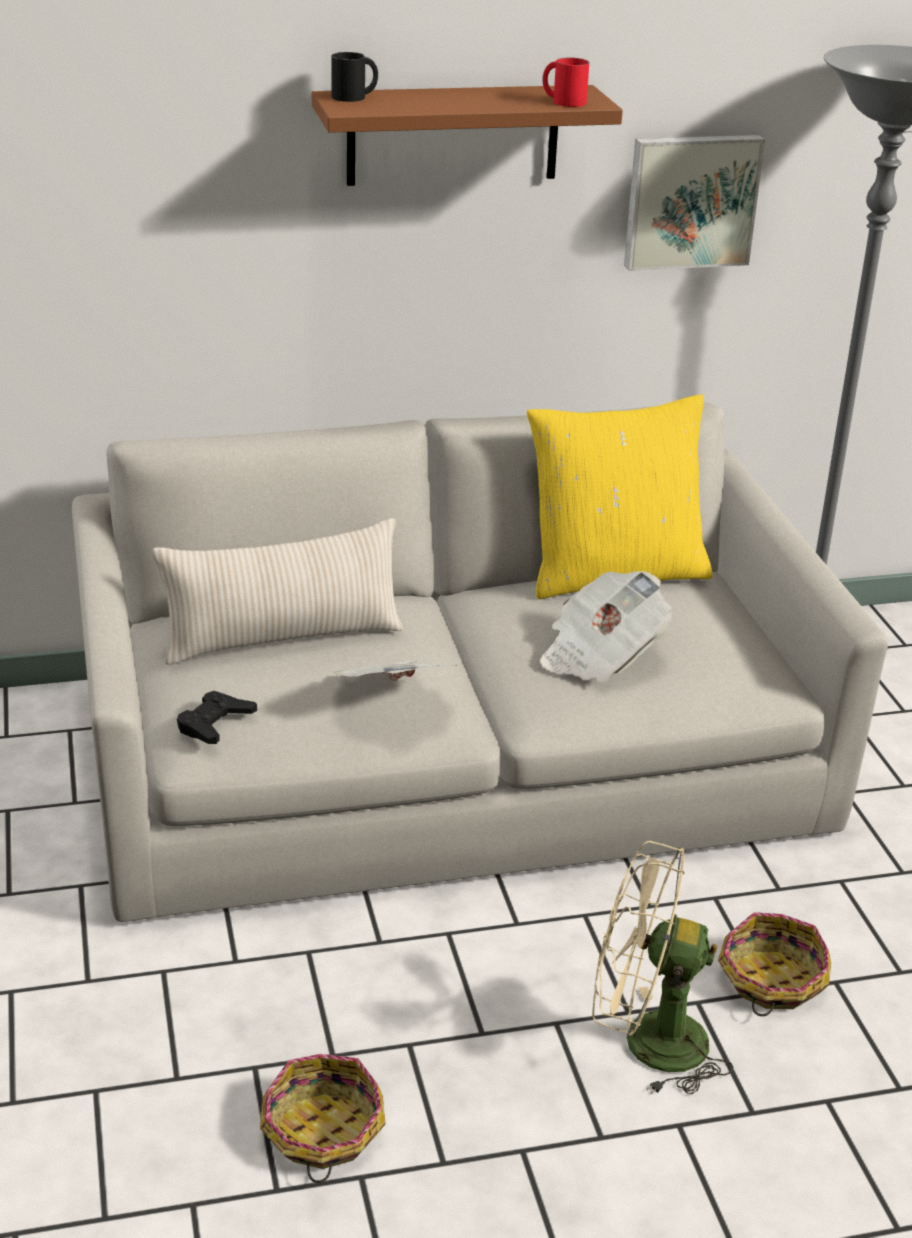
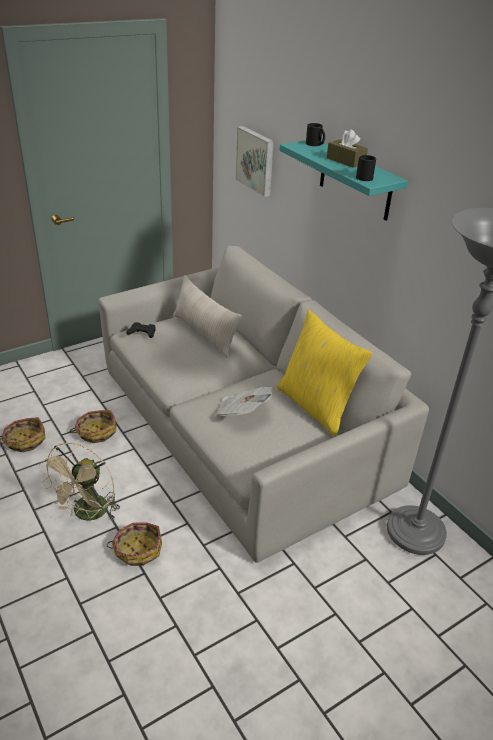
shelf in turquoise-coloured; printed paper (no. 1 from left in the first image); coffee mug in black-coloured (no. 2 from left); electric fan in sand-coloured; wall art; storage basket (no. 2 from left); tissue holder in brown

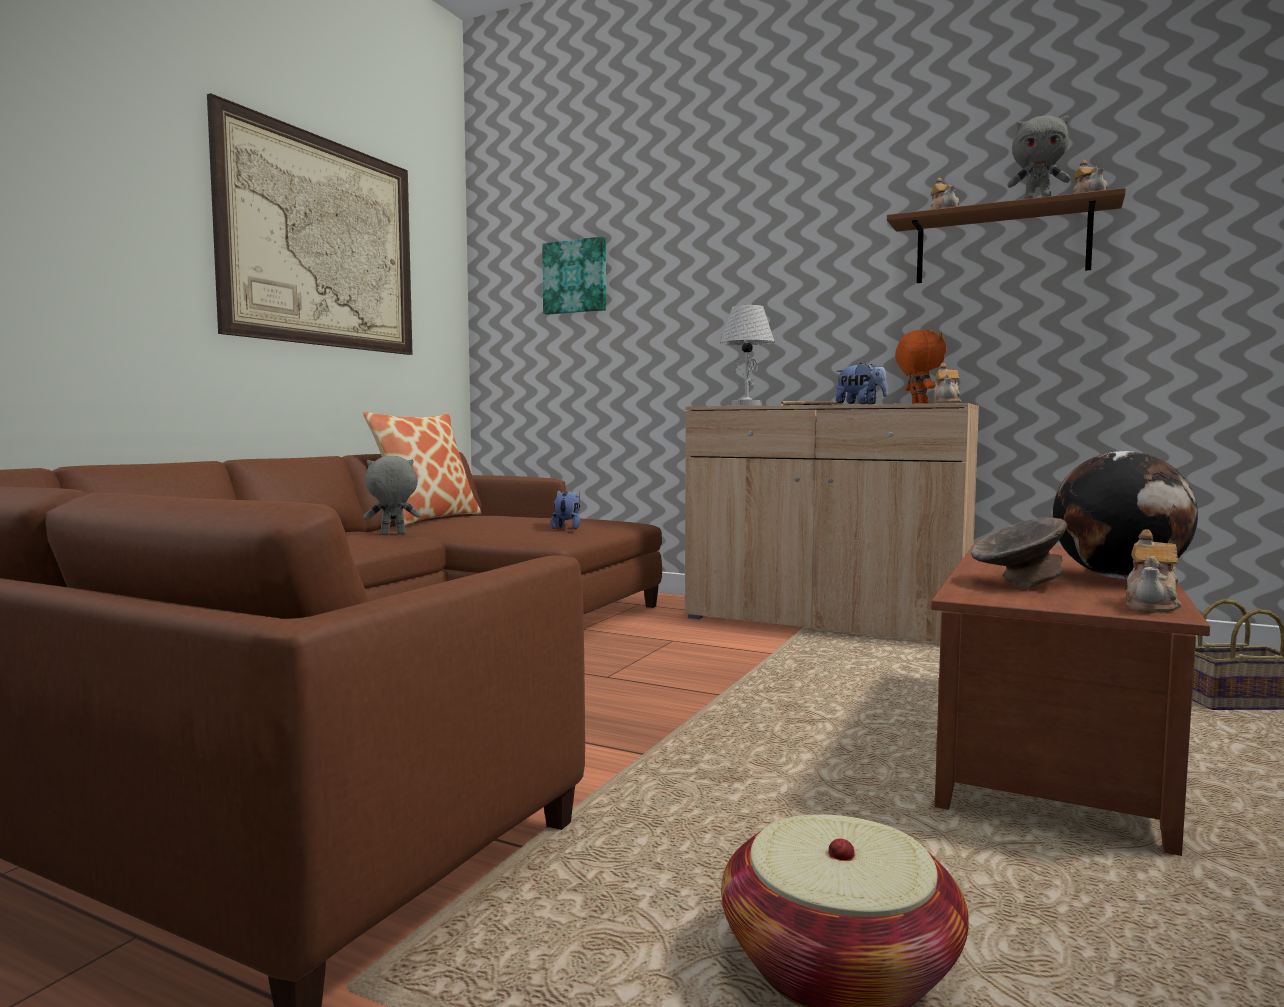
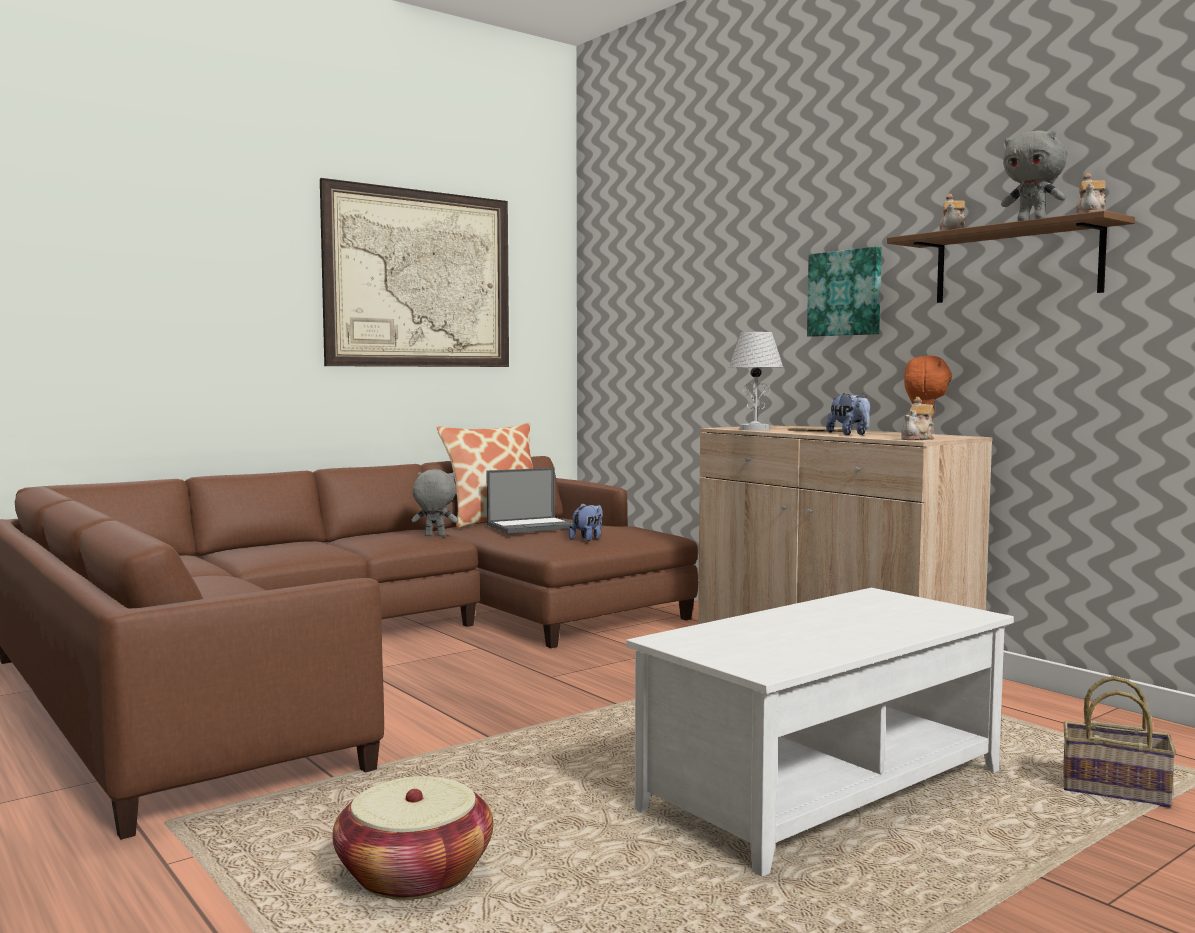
wall art (no. 2 from left); lounge table in white-coloured; serving bowl in grey; globe; pot for tea (no. 4 from left in the first image); notebook computer

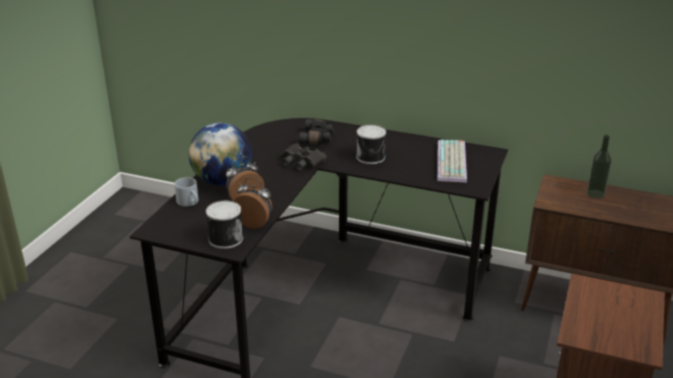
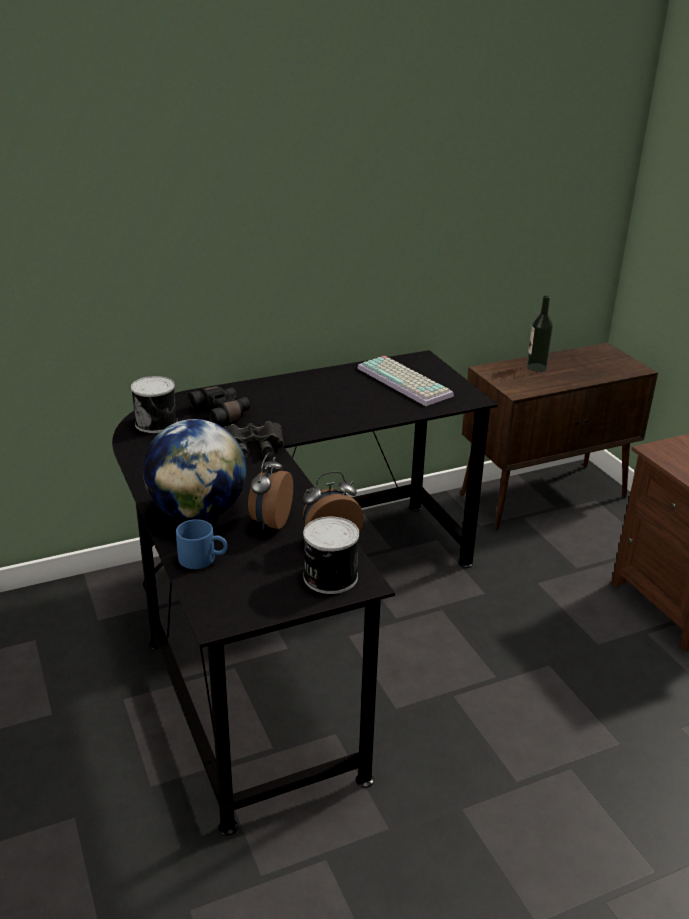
coffee mug in bluish; metal can (no. 1 from left)

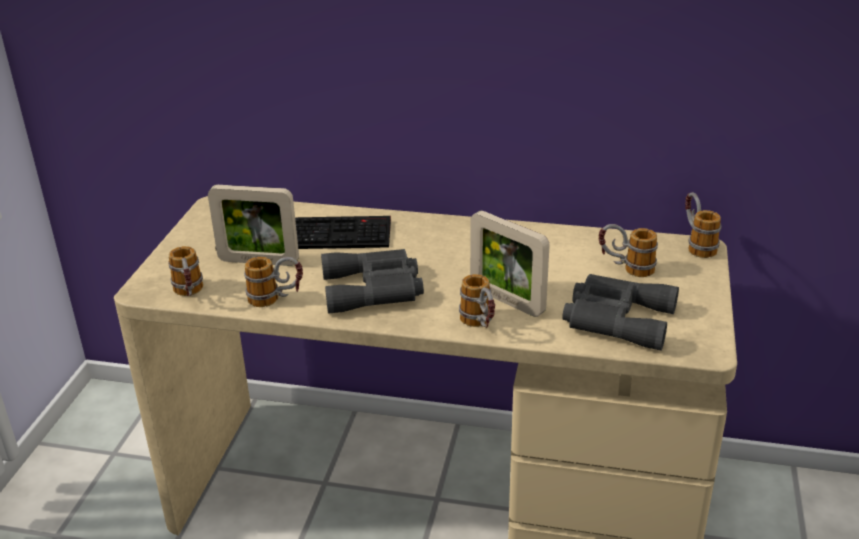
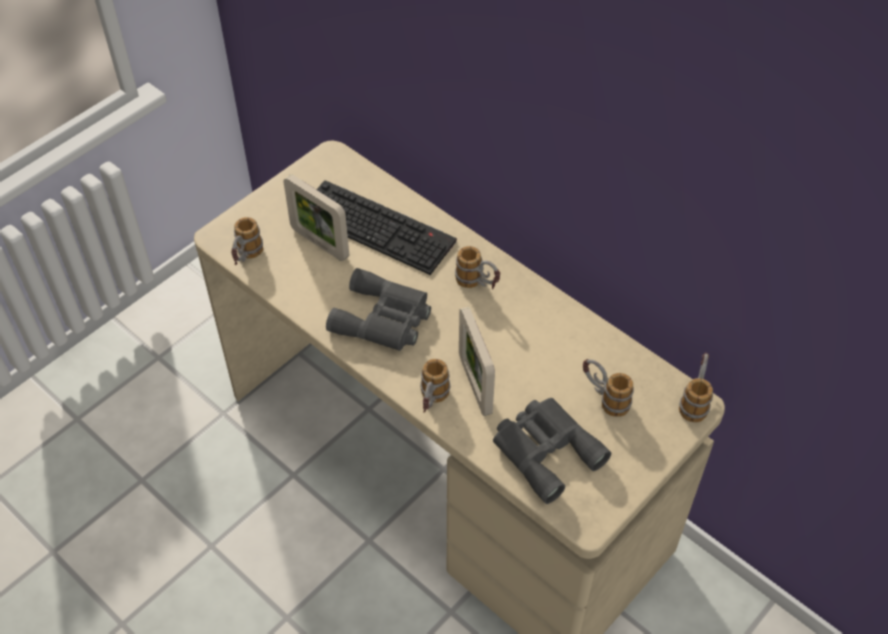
coffee mug (no. 3 from left)

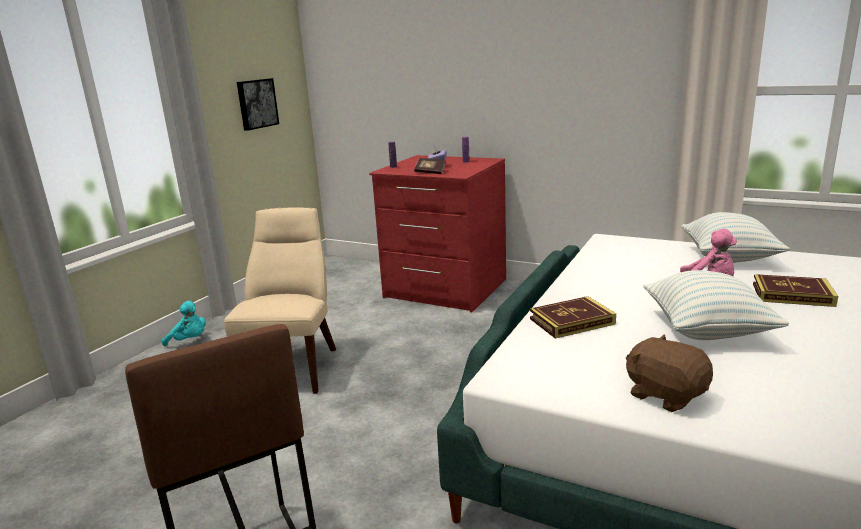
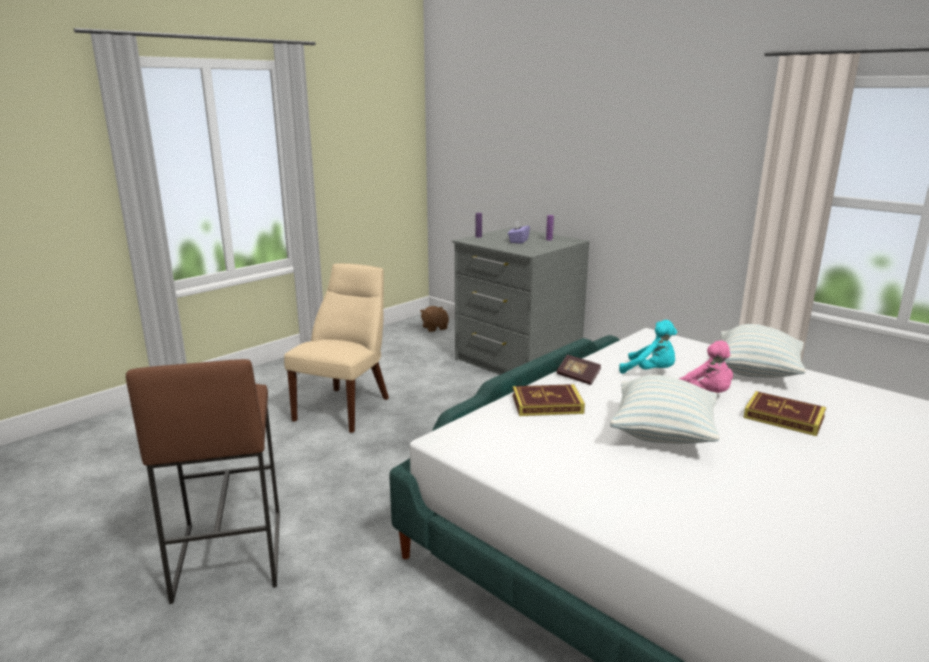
plush toy in turquoise-coloured; wall art; chest of drawers in grey; book (no. 2 from left); plush toy in brown

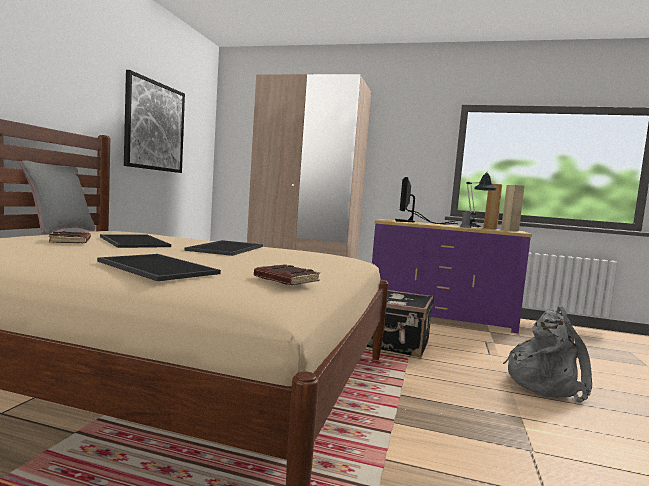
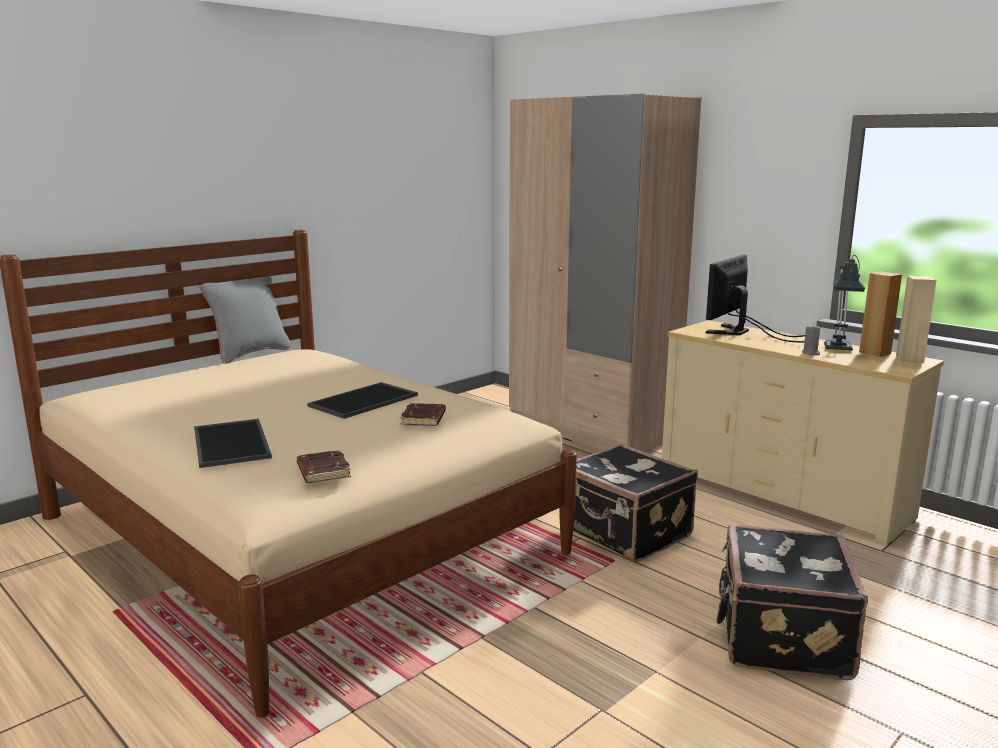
book in brown (no. 2 from left); carrying tray (no. 1 from left in the first image); wall art; chest of drawers in sand-coloured; travel case in black-coloured (no. 2 from left)

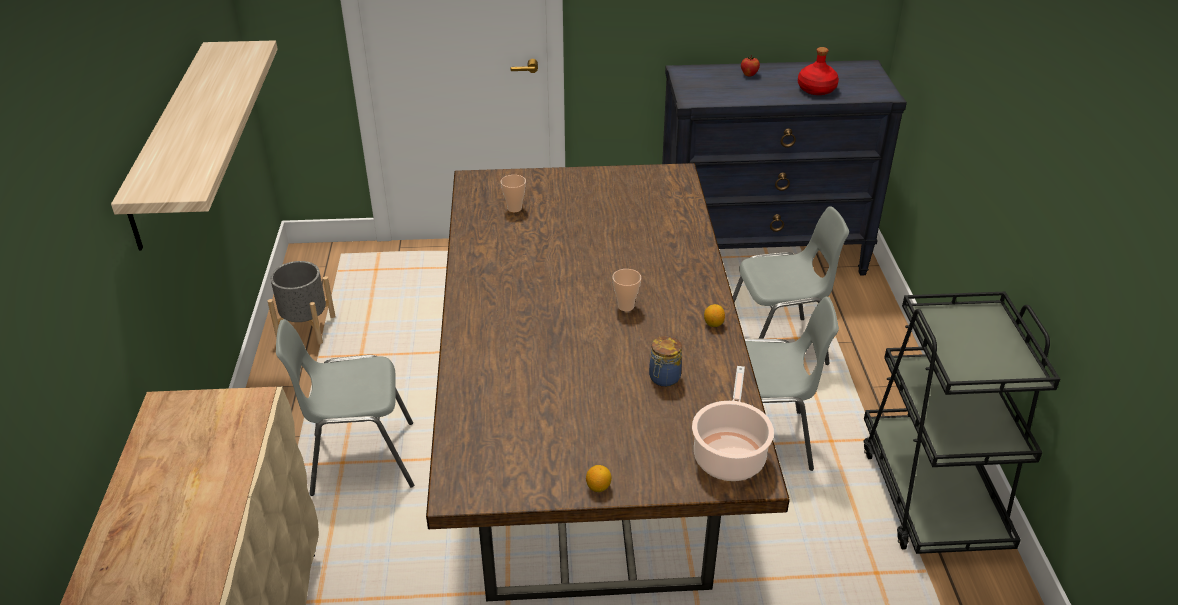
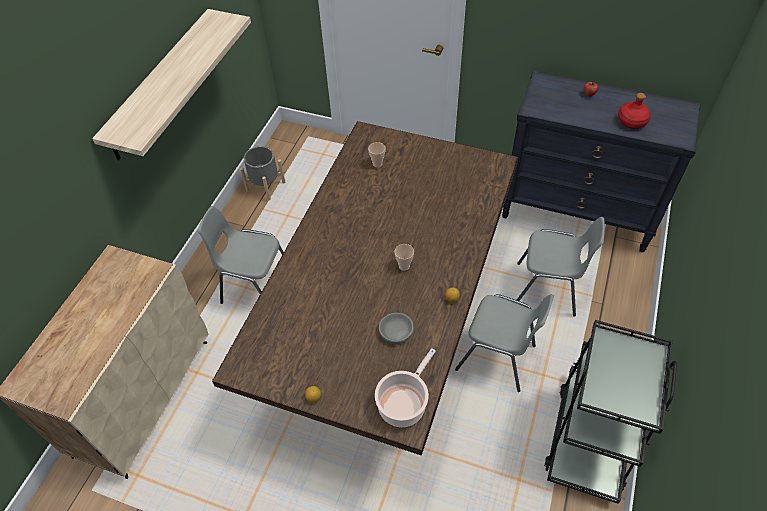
serving bowl in grey

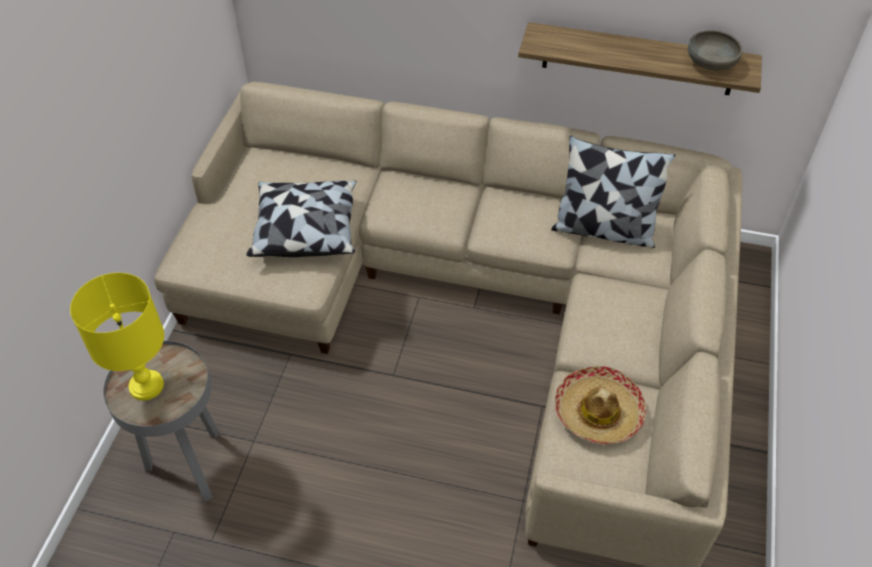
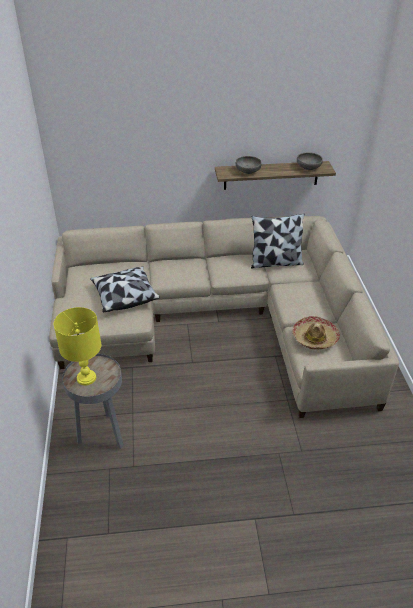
serving bowl in grey (no. 1 from left)

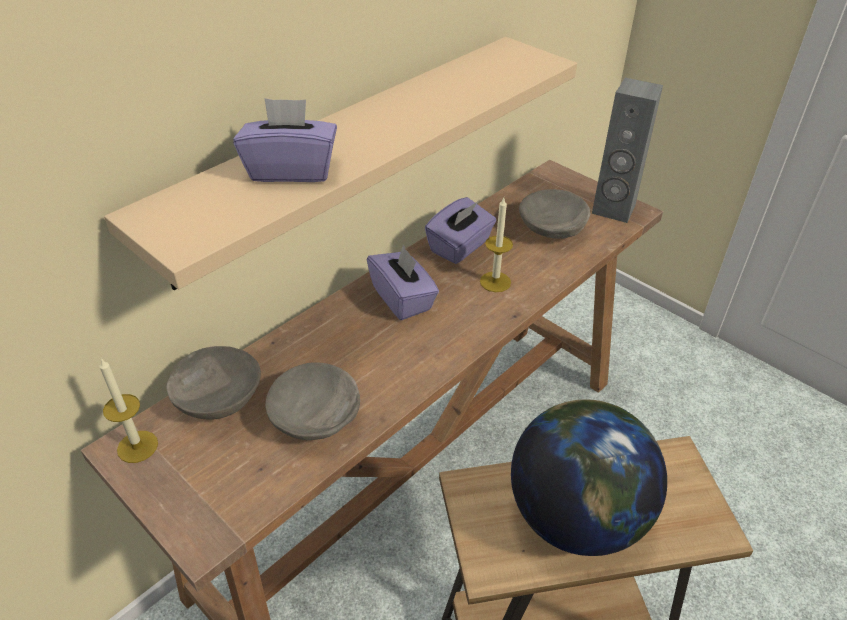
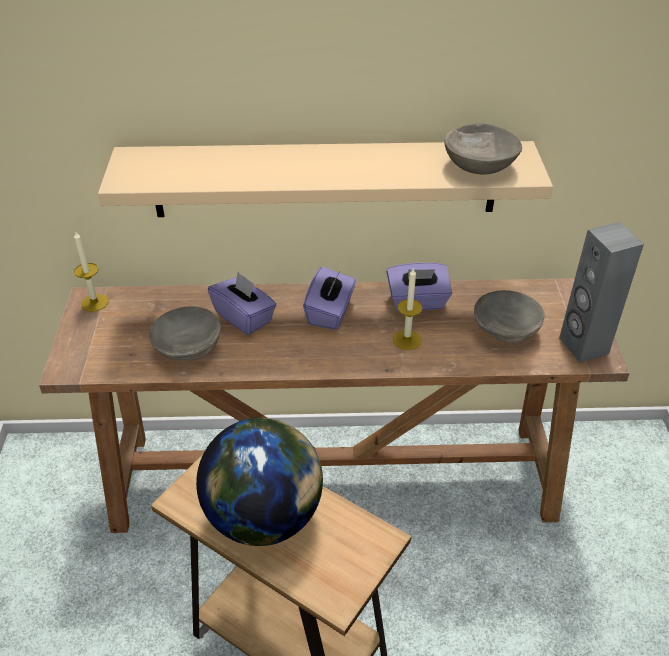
serving bowl in grey (no. 2 from left); tissue holder in purple-coloured (no. 1 from left)

